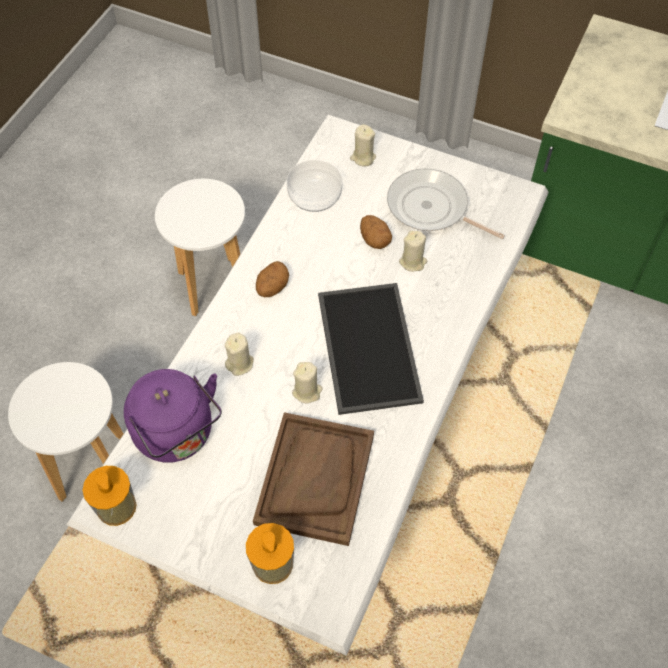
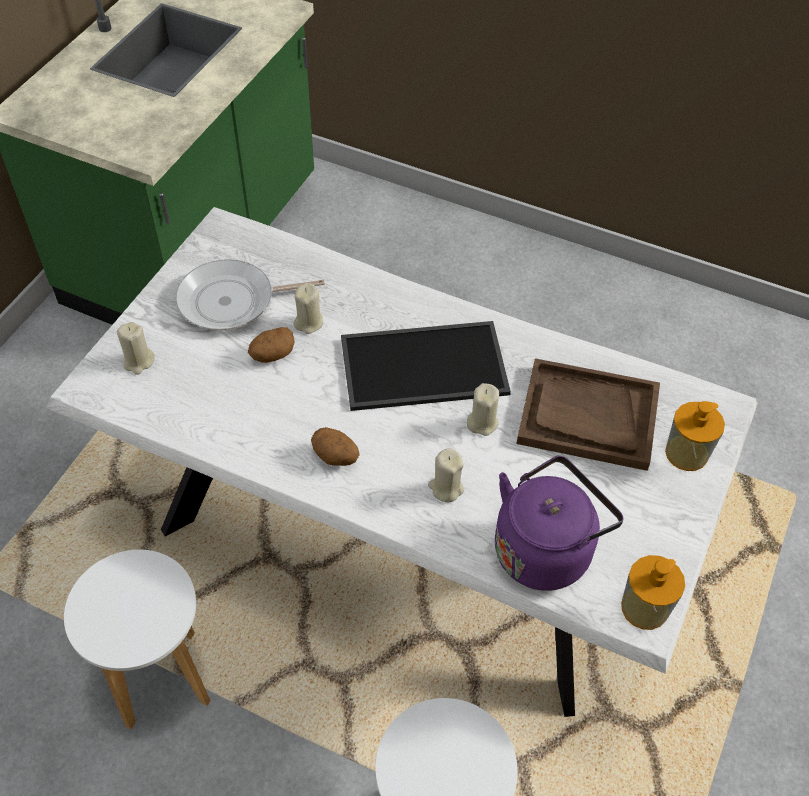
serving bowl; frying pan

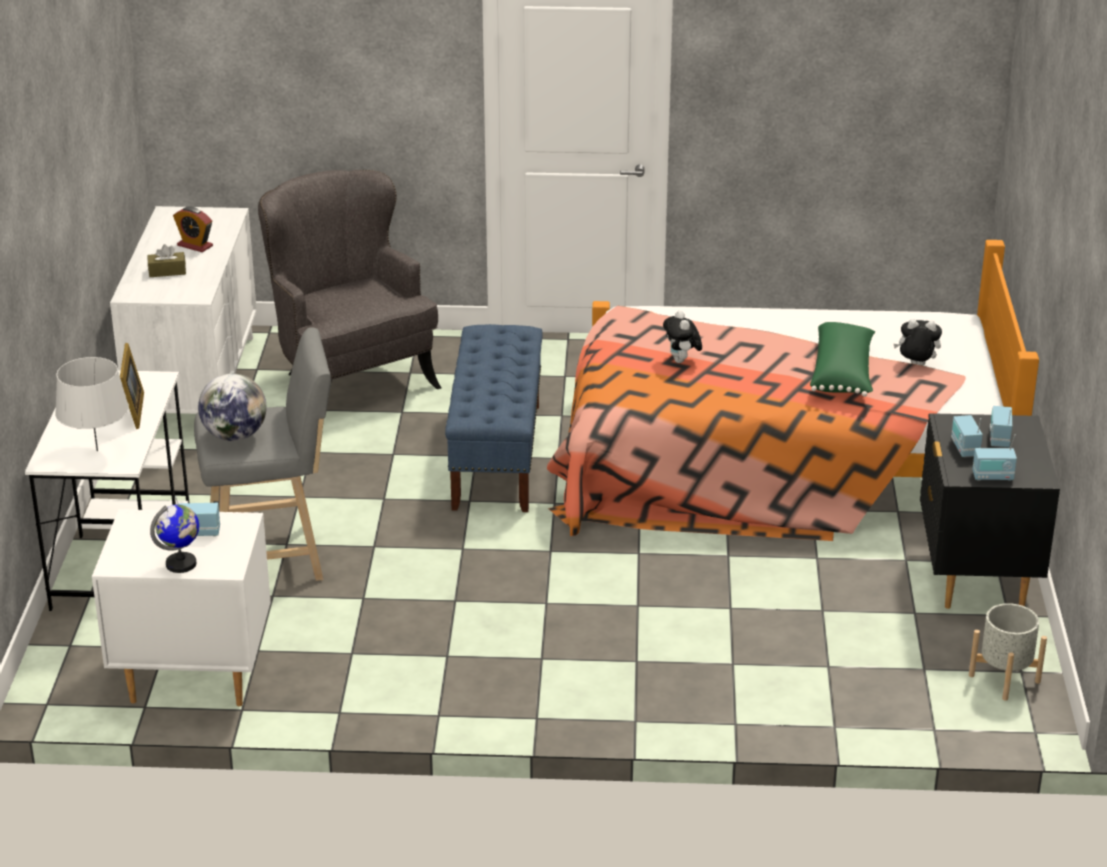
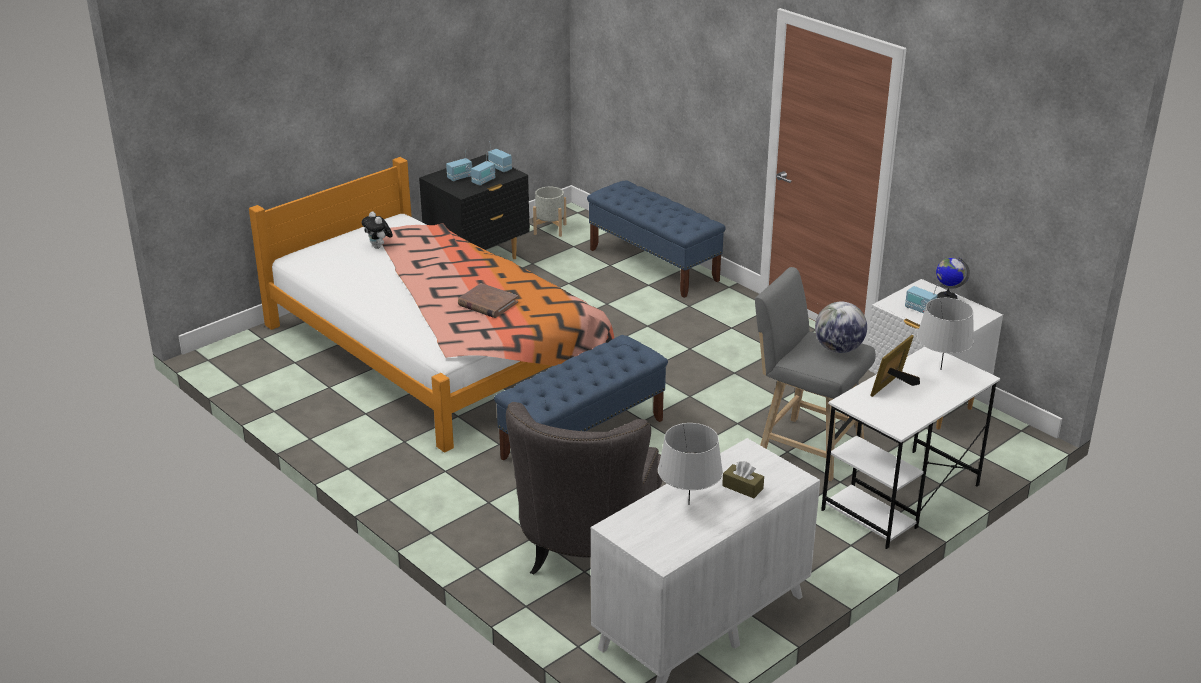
lamp for a table in grey (no. 1 from left); book in brown; pillow in green; bench in bluish (no. 2 from left)

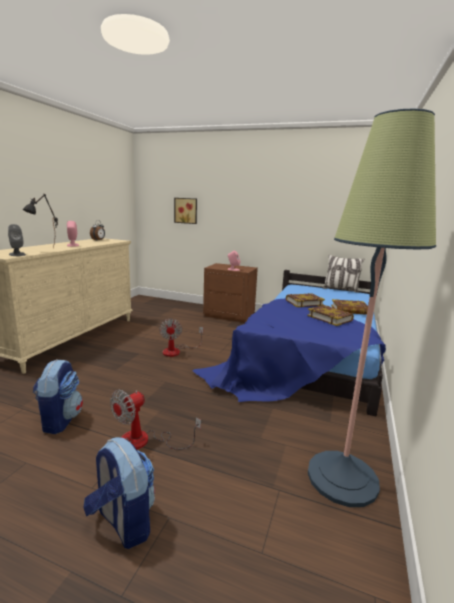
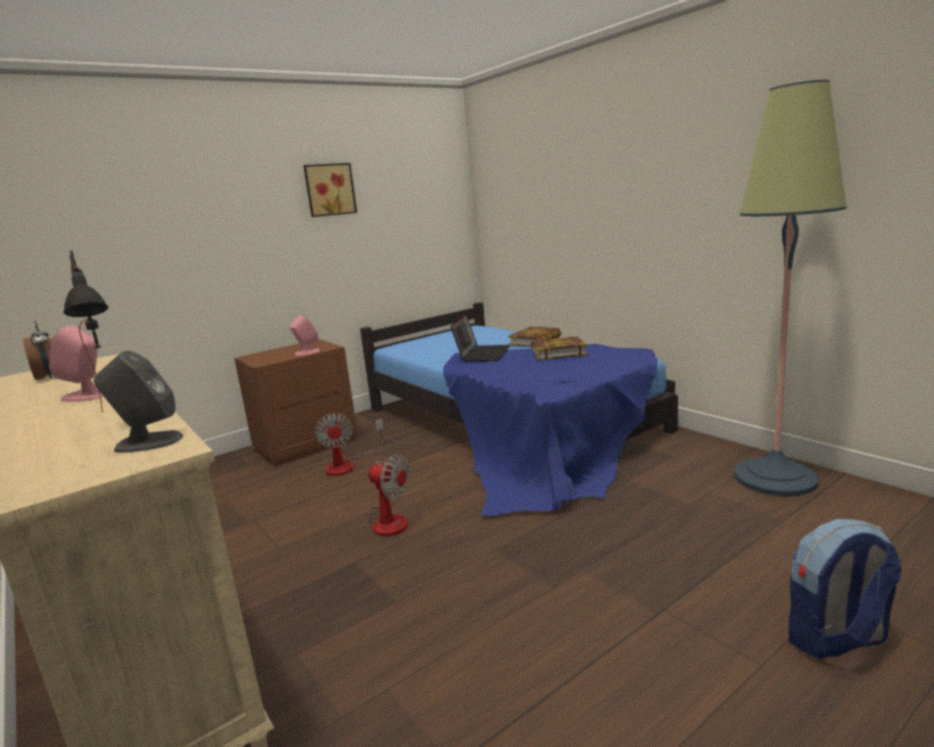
backpack (no. 1 from left in the first image); electric fan (no. 1 from left); wall art; notebook computer; pillow

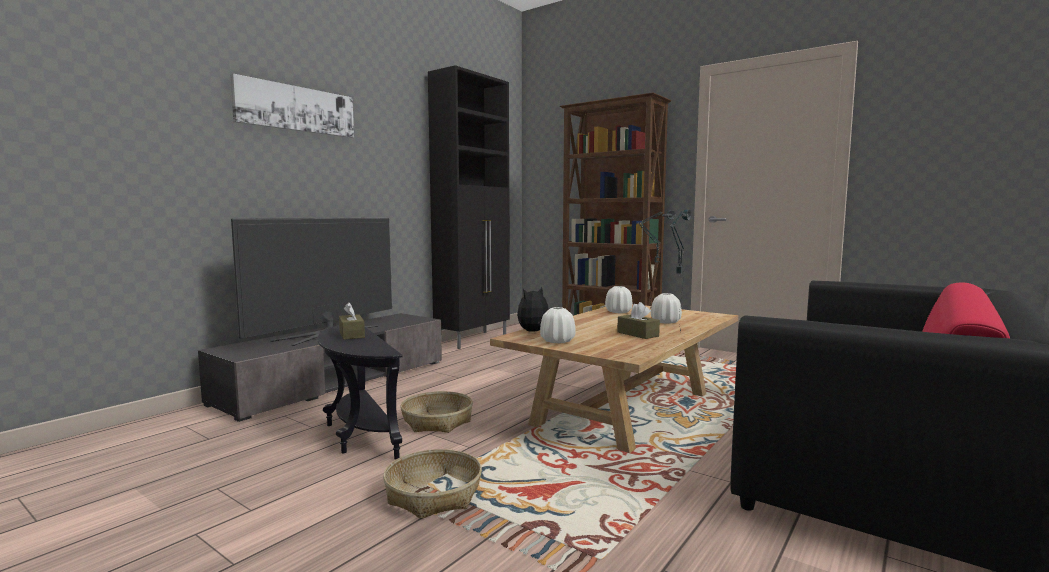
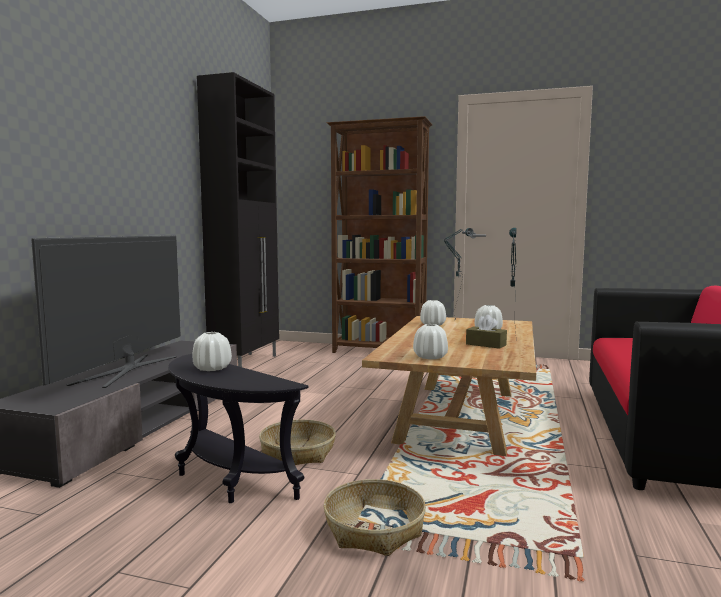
wall art; flower vase in white-coloured (no. 1 from left); plush toy

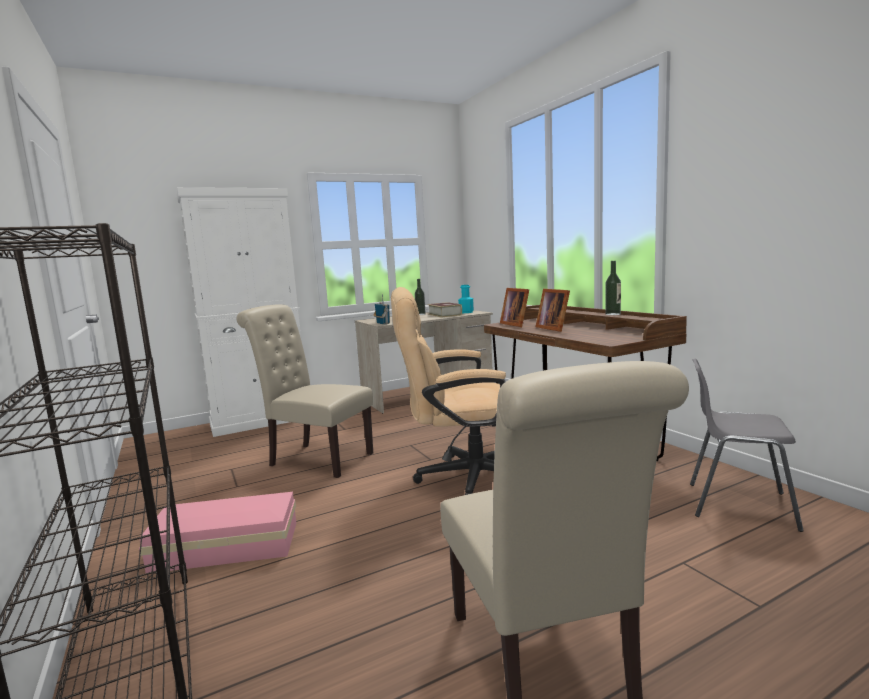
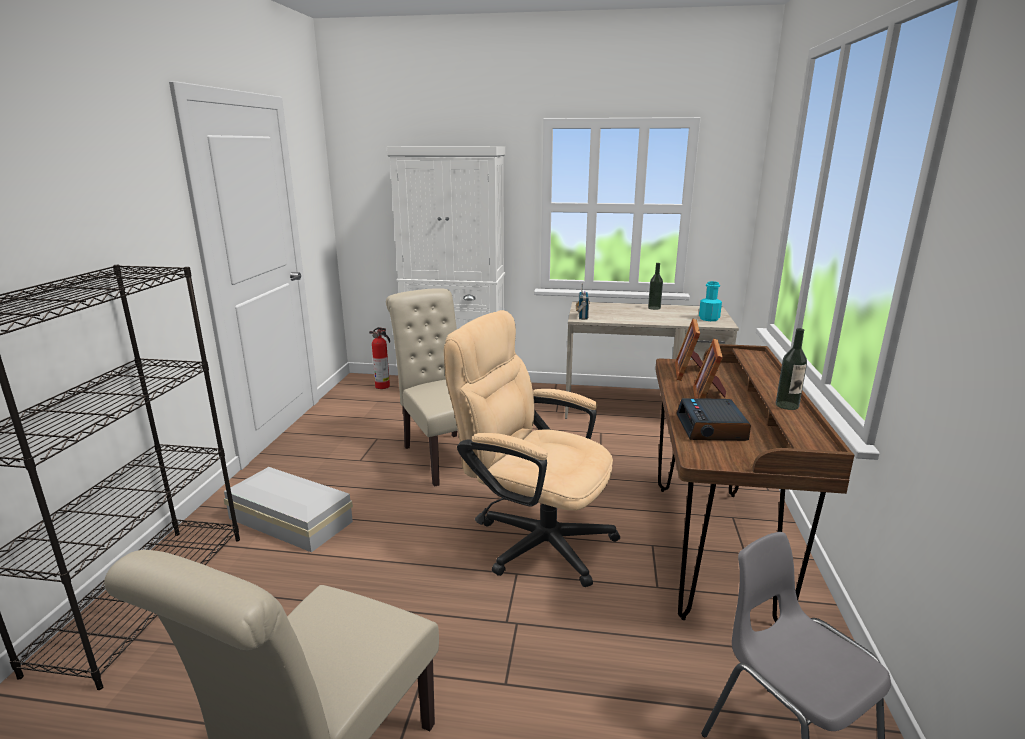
storage box in white-coloured; book; fire-fighting cylinder; alarm clock

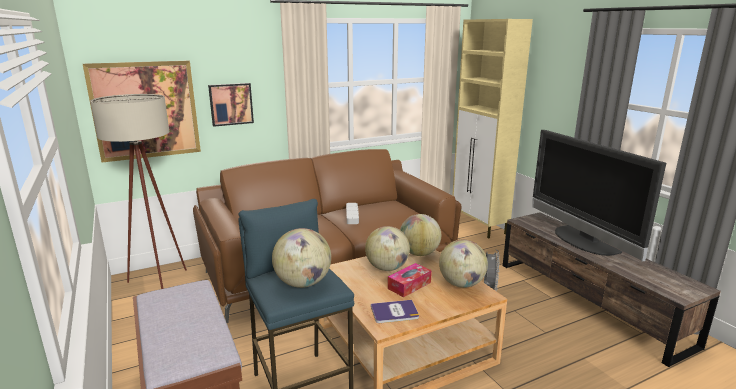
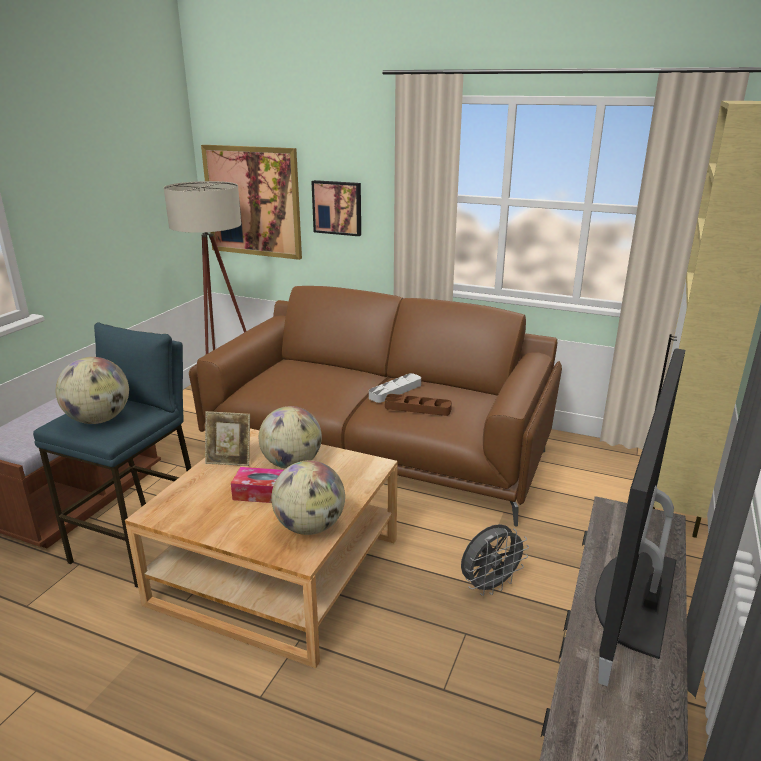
book; globe (no. 3 from left in the first image); standing frame; carrying tray in brown

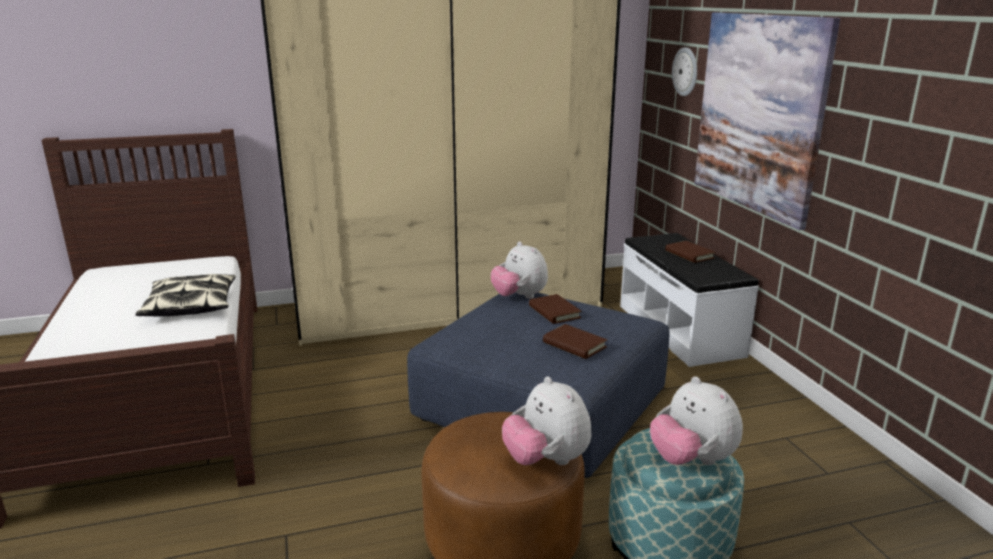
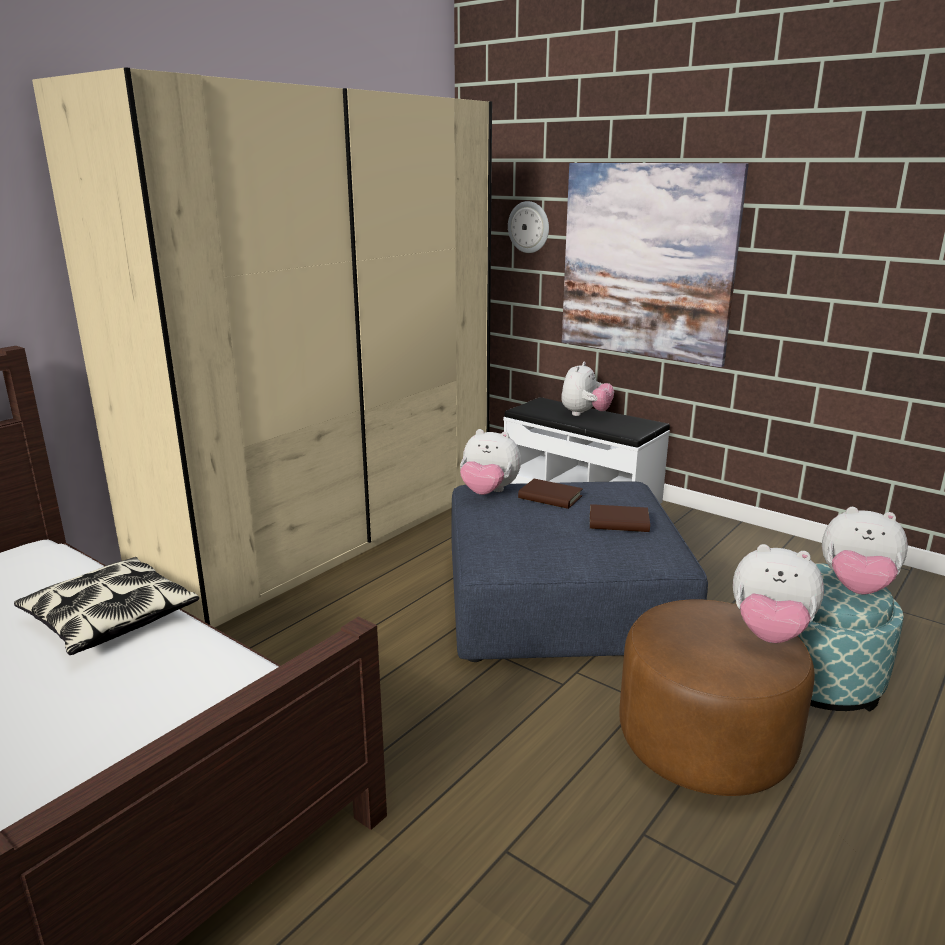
plush toy (no. 2 from left)

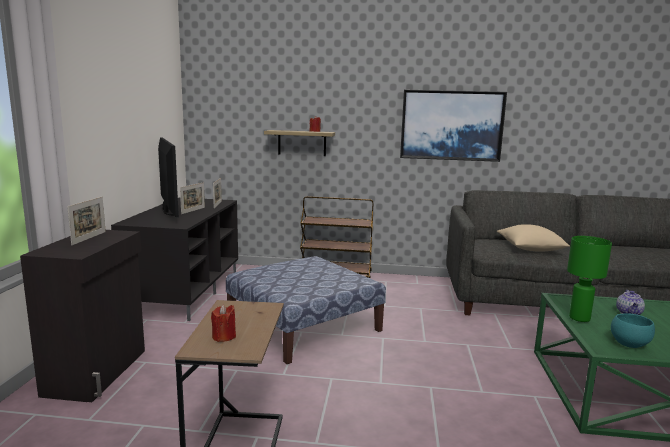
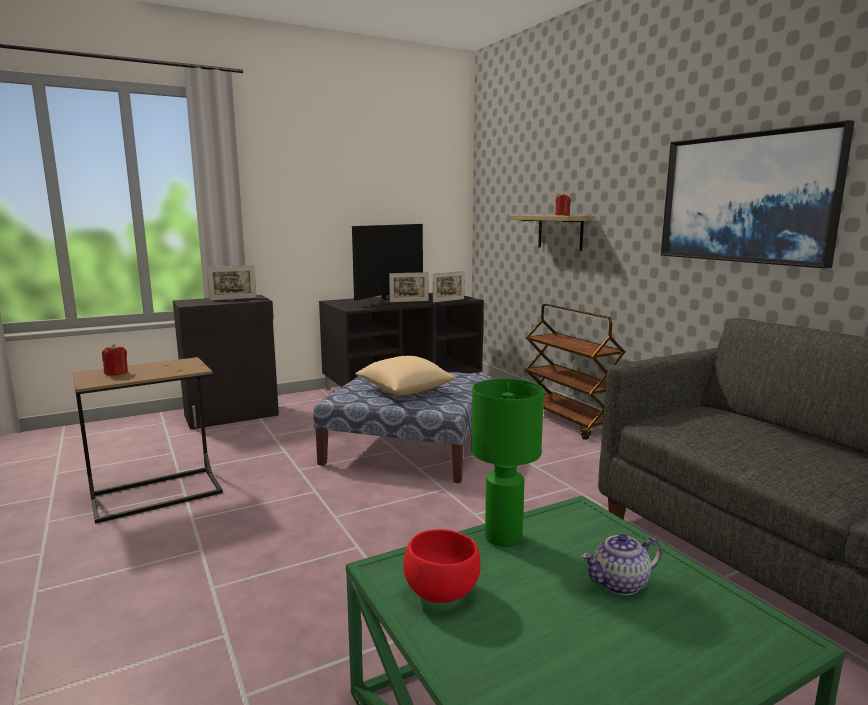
pillow in sand-coloured; serving bowl in red

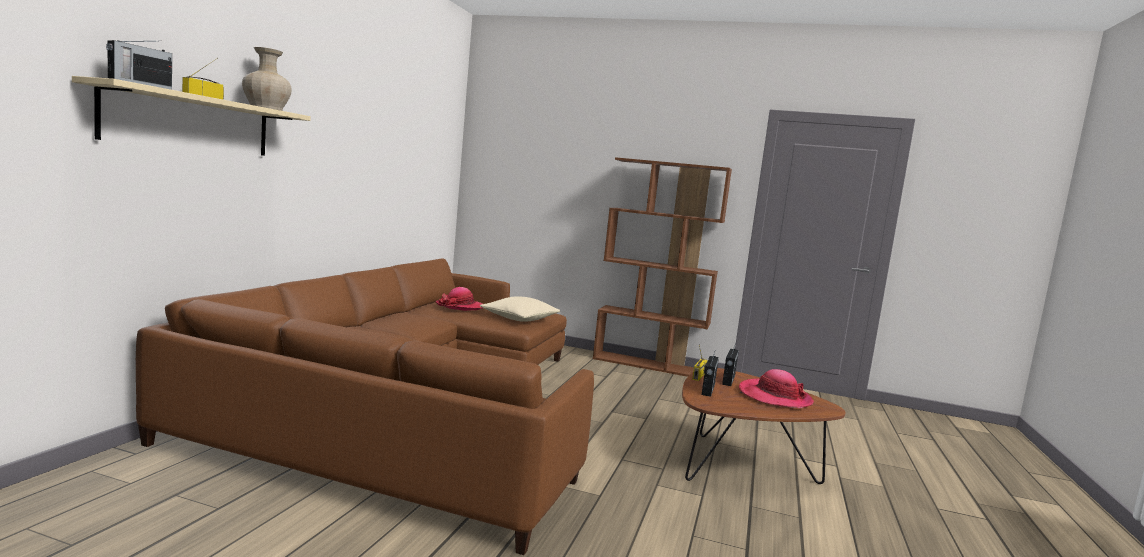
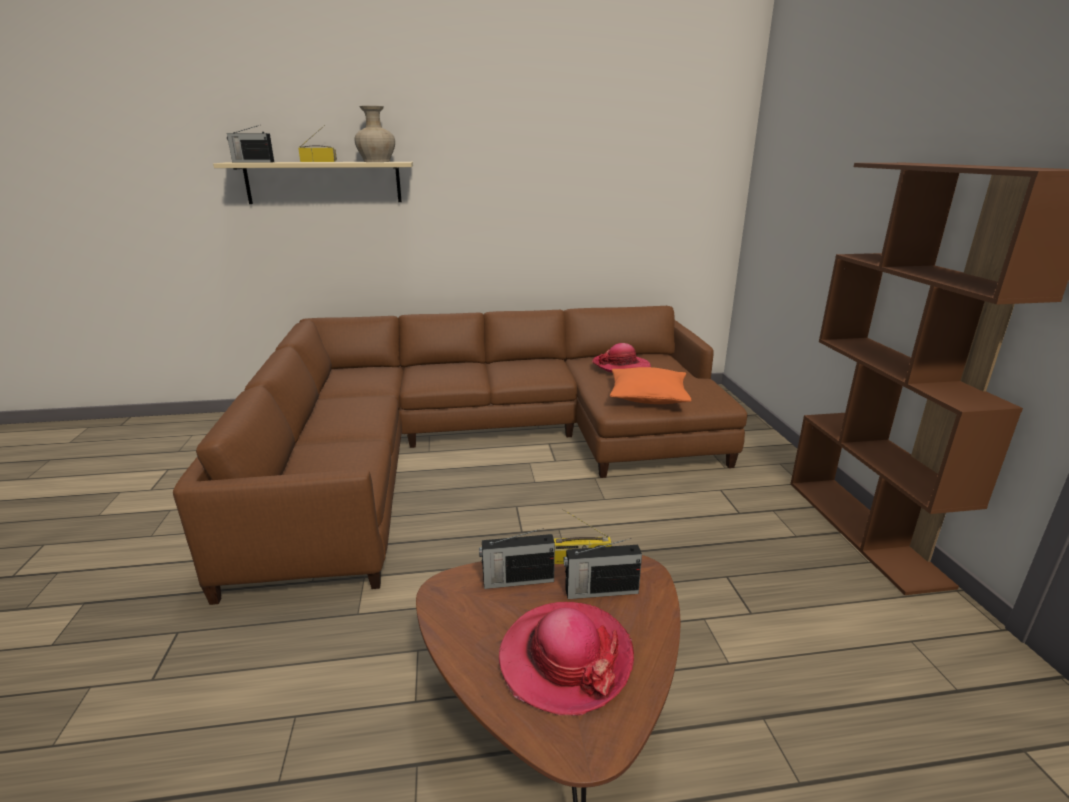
pillow in orangey

